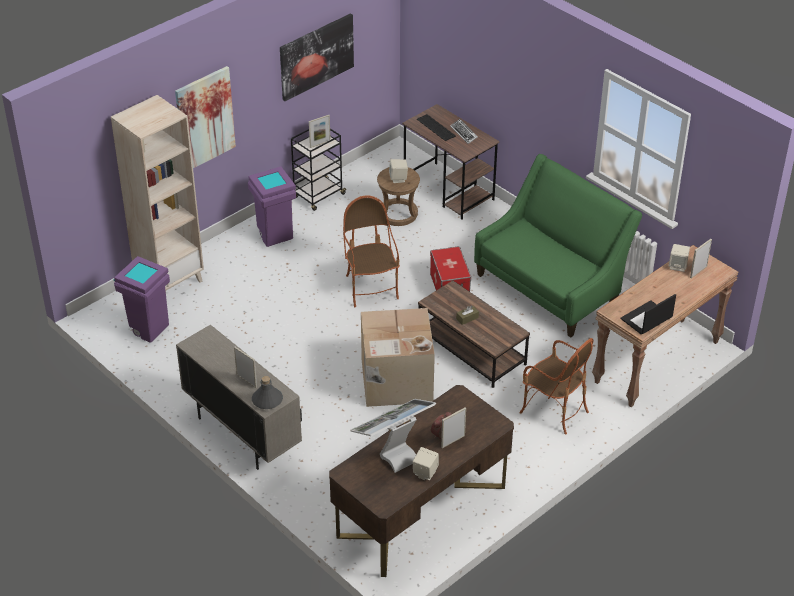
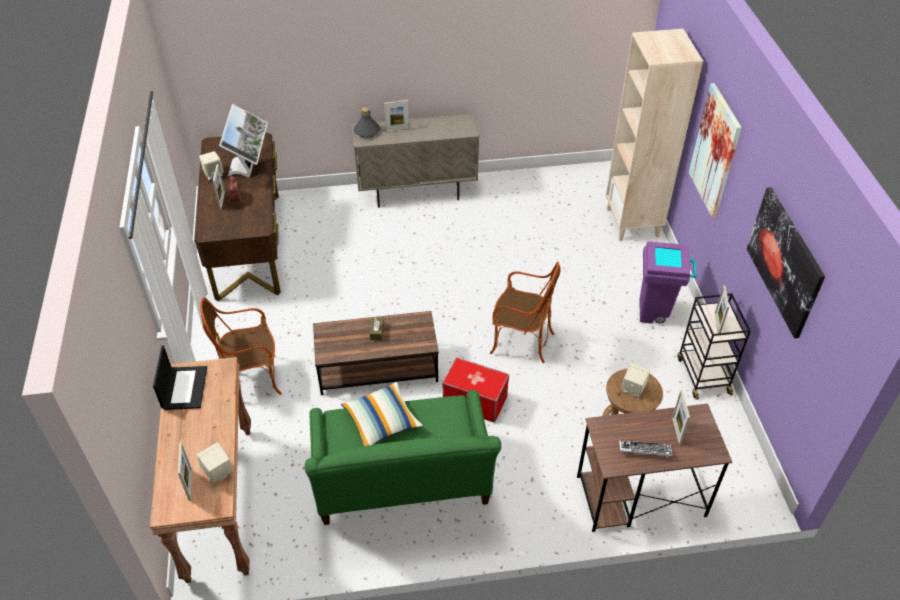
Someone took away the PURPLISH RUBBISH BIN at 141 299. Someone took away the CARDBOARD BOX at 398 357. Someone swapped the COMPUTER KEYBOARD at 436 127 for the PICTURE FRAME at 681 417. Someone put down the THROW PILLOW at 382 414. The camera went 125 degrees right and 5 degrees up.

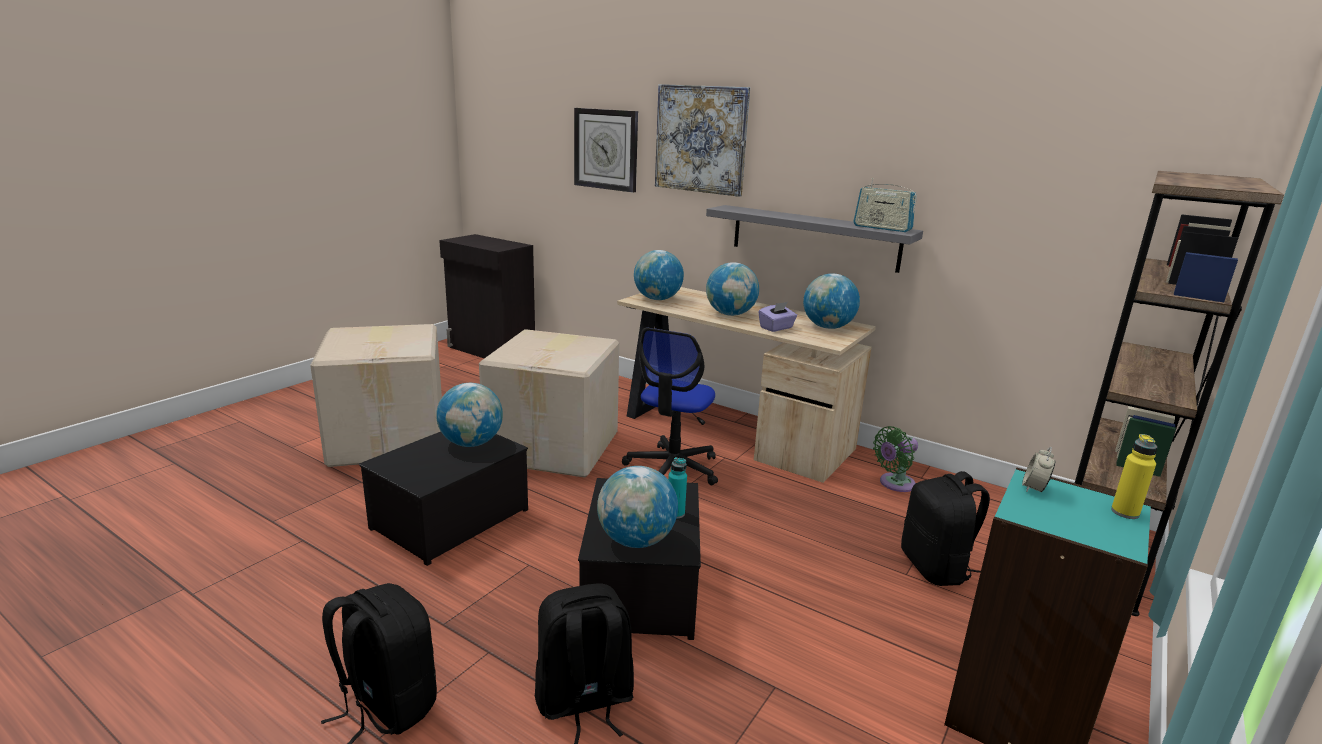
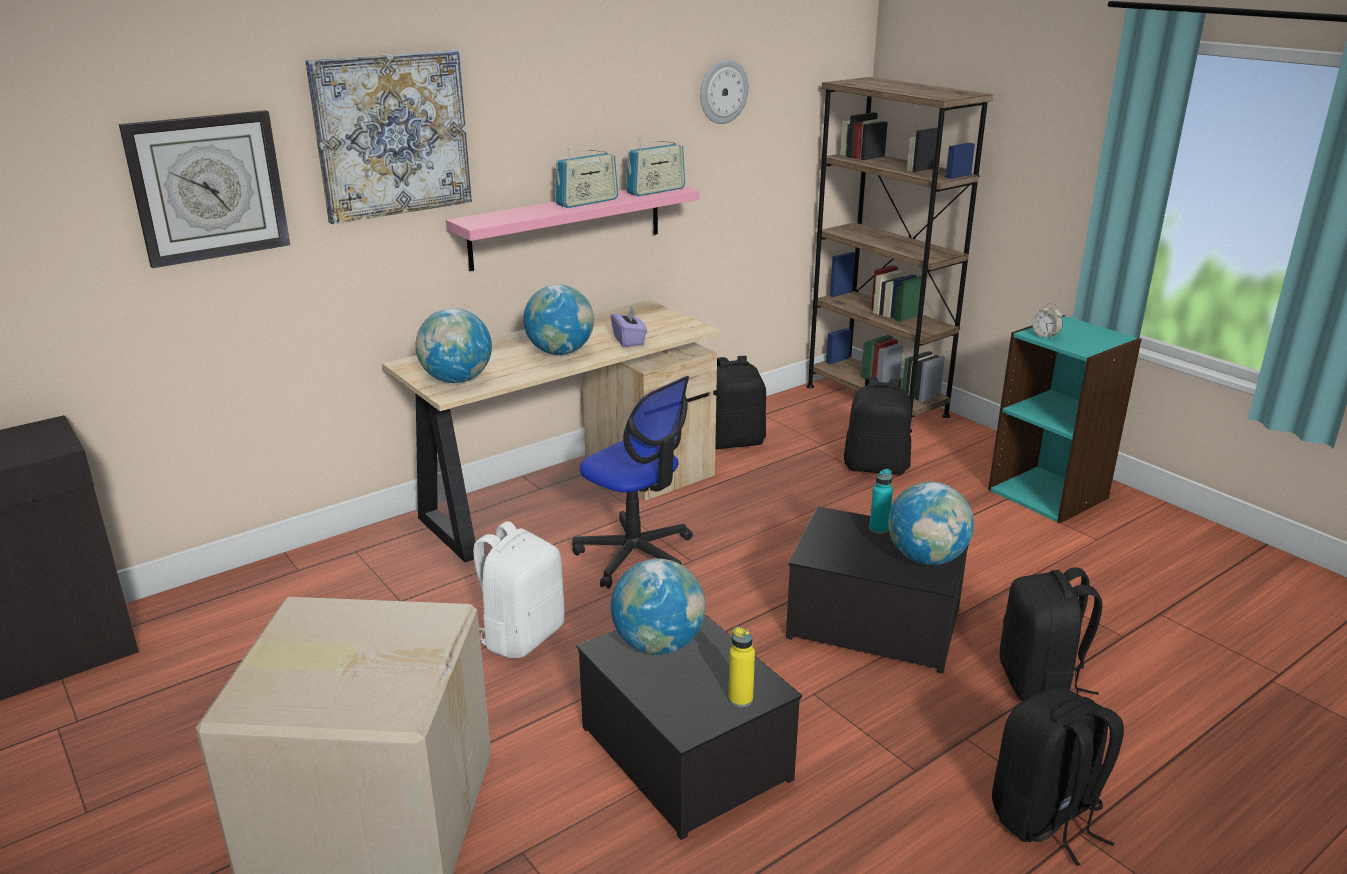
Someone swapped the CARDBOARD BOX at 549 403 for the WHITE KNAPSACK at 519 590. Someone repainted the GREYISH BRACKET SHELF at 814 239, which became the PINK BRACKET SHELF at 573 228. Someone took away the WORLD GLOBE at 831 301. Someone swapped the GREENISH FAN at 895 459 for the BLACK KNAPSACK at 739 402. Someone carried the YELLOWISH BEVERAGE BOTTLE from 1134 476 to 741 667. Someone put down the RADIO SET at 586 178. Someone put up the CLOCK ON THE WALL at 724 91. The camera went 70 degrees left and 5 degrees up.

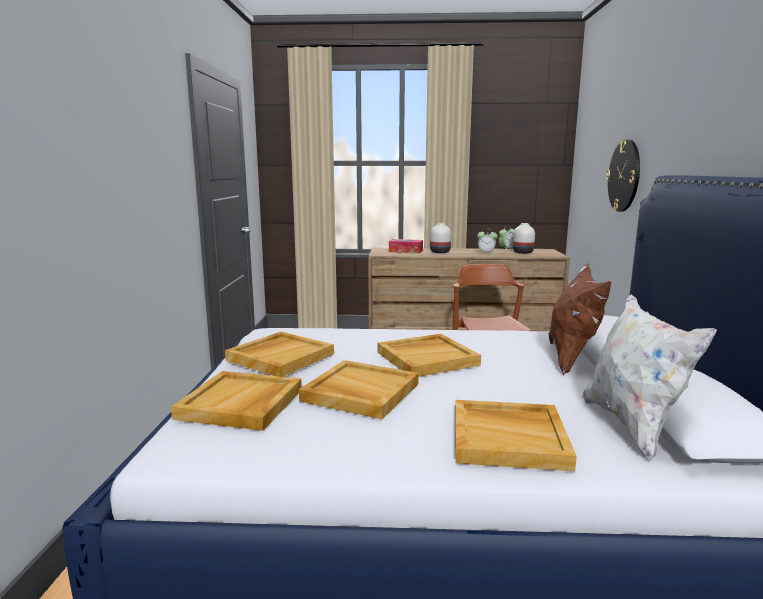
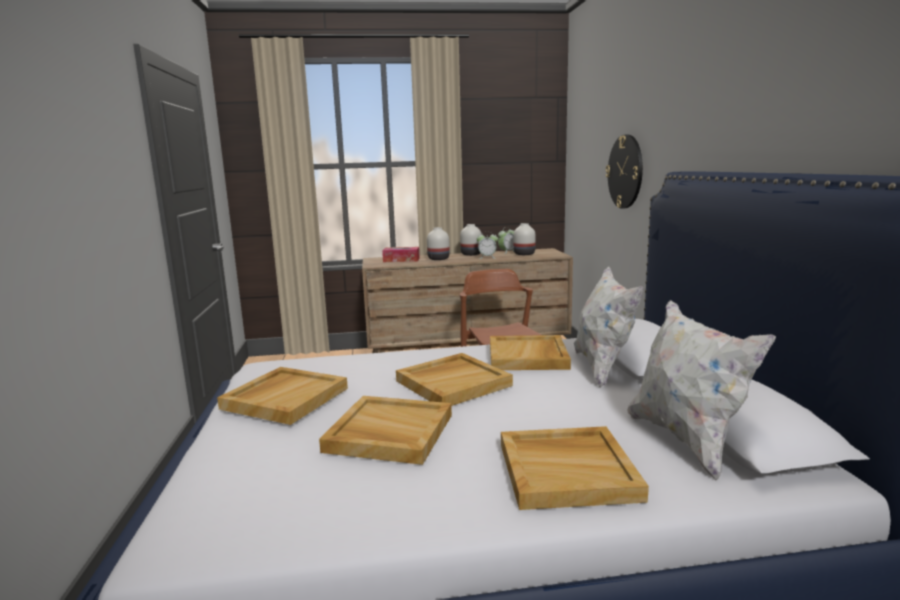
Someone carried the BEIGE SERVING TRAY from 236 401 to 530 352. Someone repainted the BROWN-COLOURED THROW PILLOW at 579 319, which became the WHITE THROW PILLOW at 608 327. Someone put down the WHITE DECORATIVE VASE at 471 240. The camera went 10 degrees left and 0 degrees up.

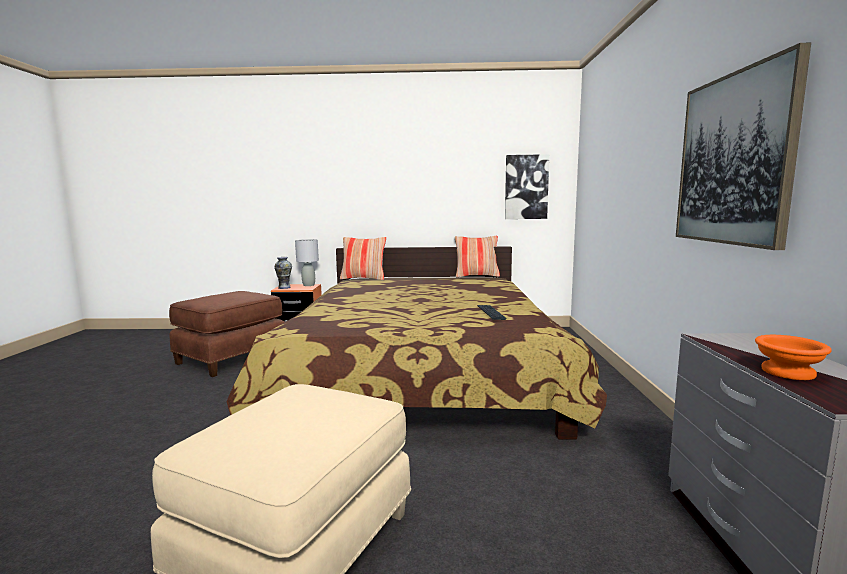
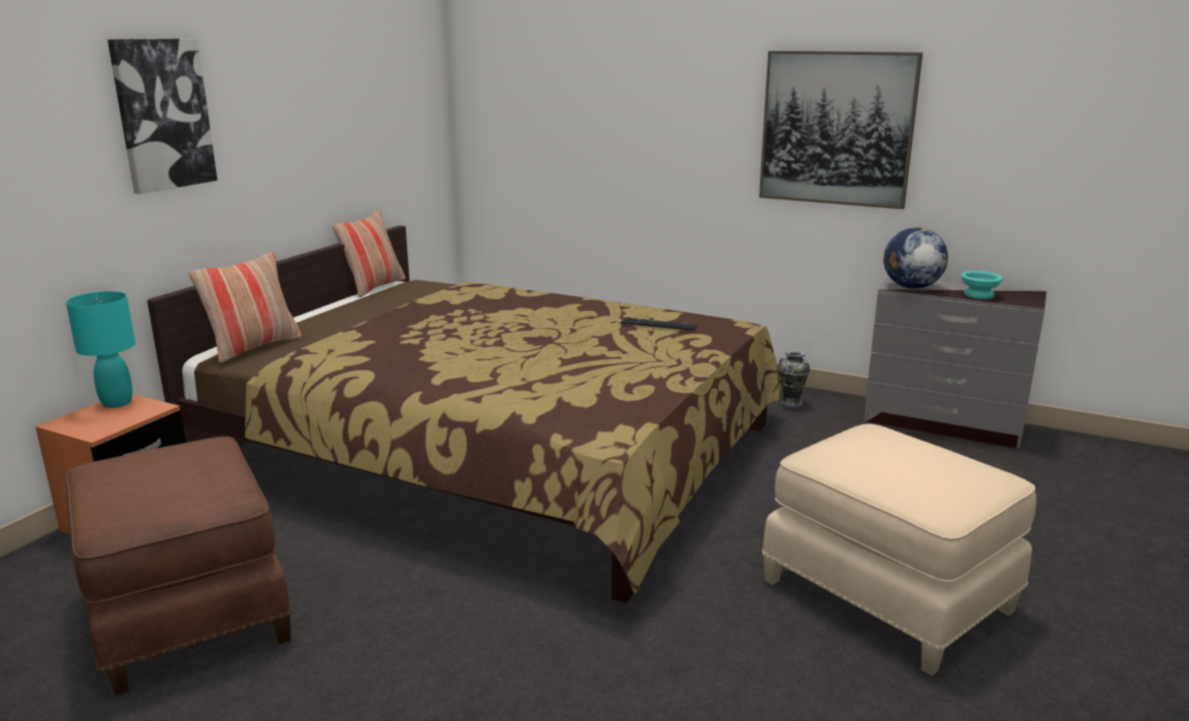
Someone carried the DECORATIVE VASE from 283 273 to 794 379. Someone repainted the GREYISH TABLETOP LAMP at 307 262, which became the TURQUOISE TABLETOP LAMP at 101 349. Someone carried the WALL ART from 527 186 to 162 116. Someone repainted the ORANGE-COLOURED SERVING BOWL at 793 357, which became the TURQUOISE SERVING BOWL at 982 285. Someone put down the WORLD GLOBE at 915 258. The camera went 65 degrees left and 10 degrees up.

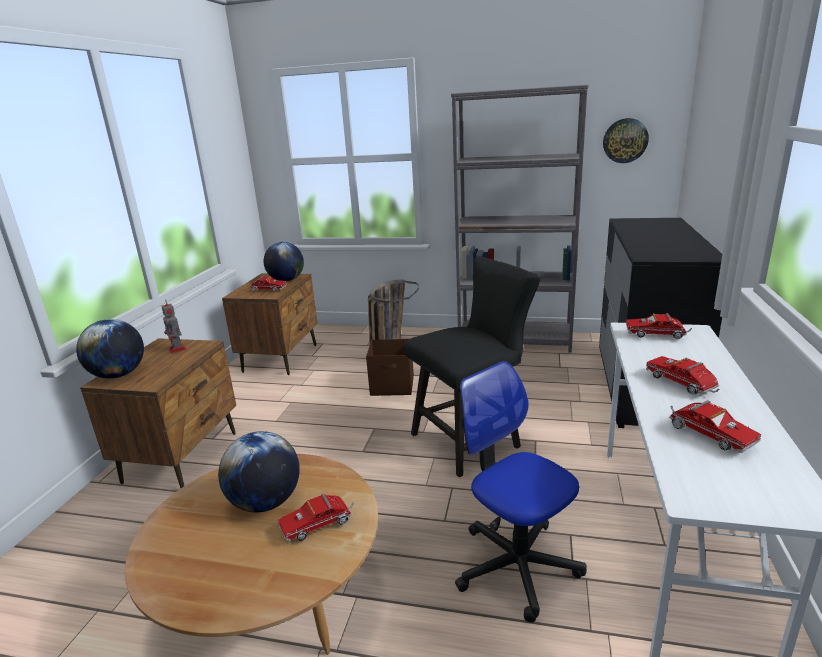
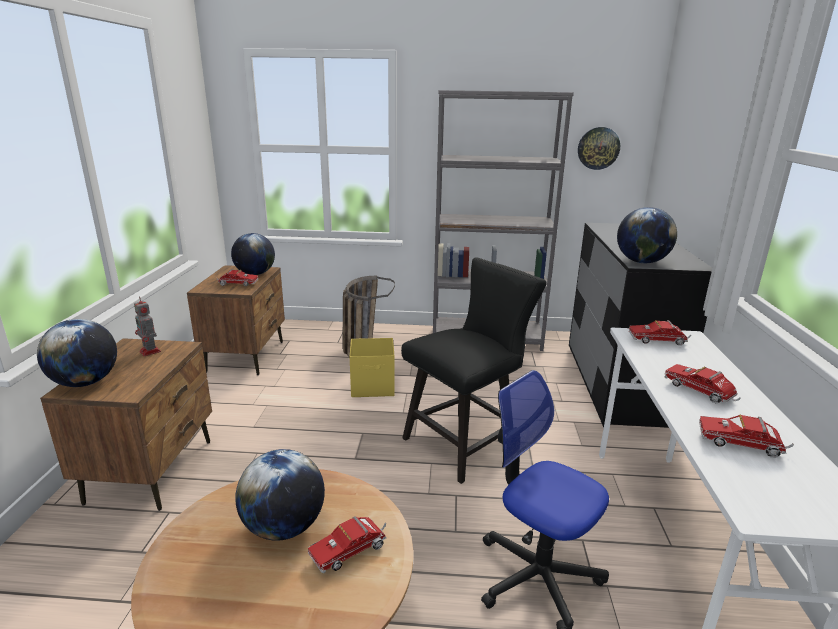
Someone repainted the BROWN-COLOURED STORAGE CONTAINER at 390 367, which became the YELLOWISH STORAGE CONTAINER at 372 367. Someone rotated the MODEL TRUCK at 715 426 by 150 degrees clockwise. Someone put down the WORLD GLOBE at 647 235. The camera went 10 degrees left and 0 degrees up.

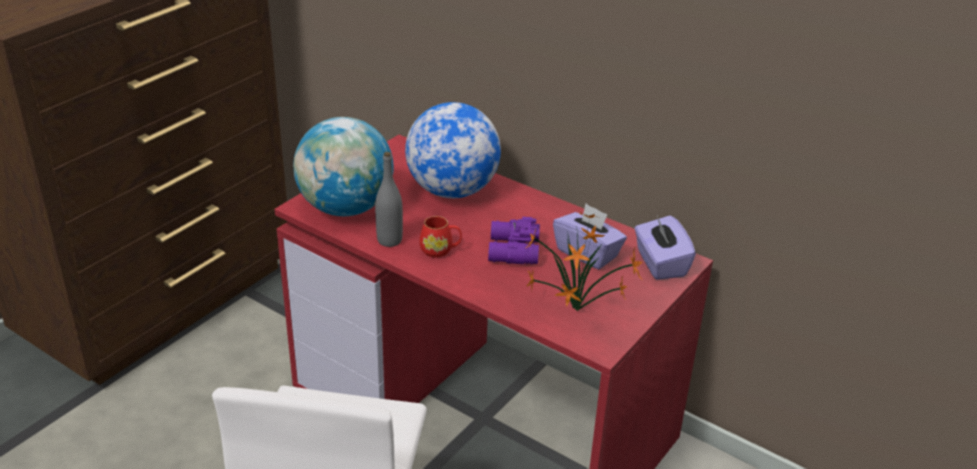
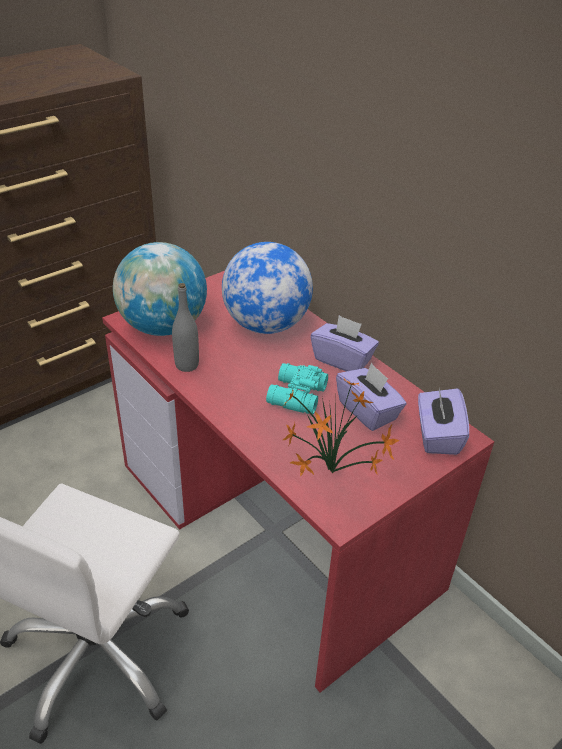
Someone took away the RED-COLOURED TEA MUG at 440 237. Someone repainted the PURPLISH PAIR OF BINOCULARS at 514 241, which became the TURQUOISE PAIR OF BINOCULARS at 297 388. Someone put down the PURPLISH TISSUE BOX at 345 343. The camera went 15 degrees right and 5 degrees up.

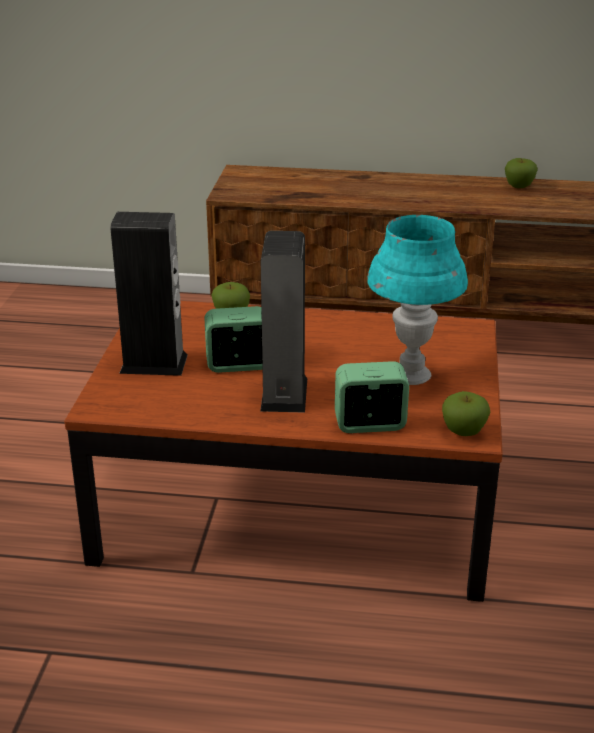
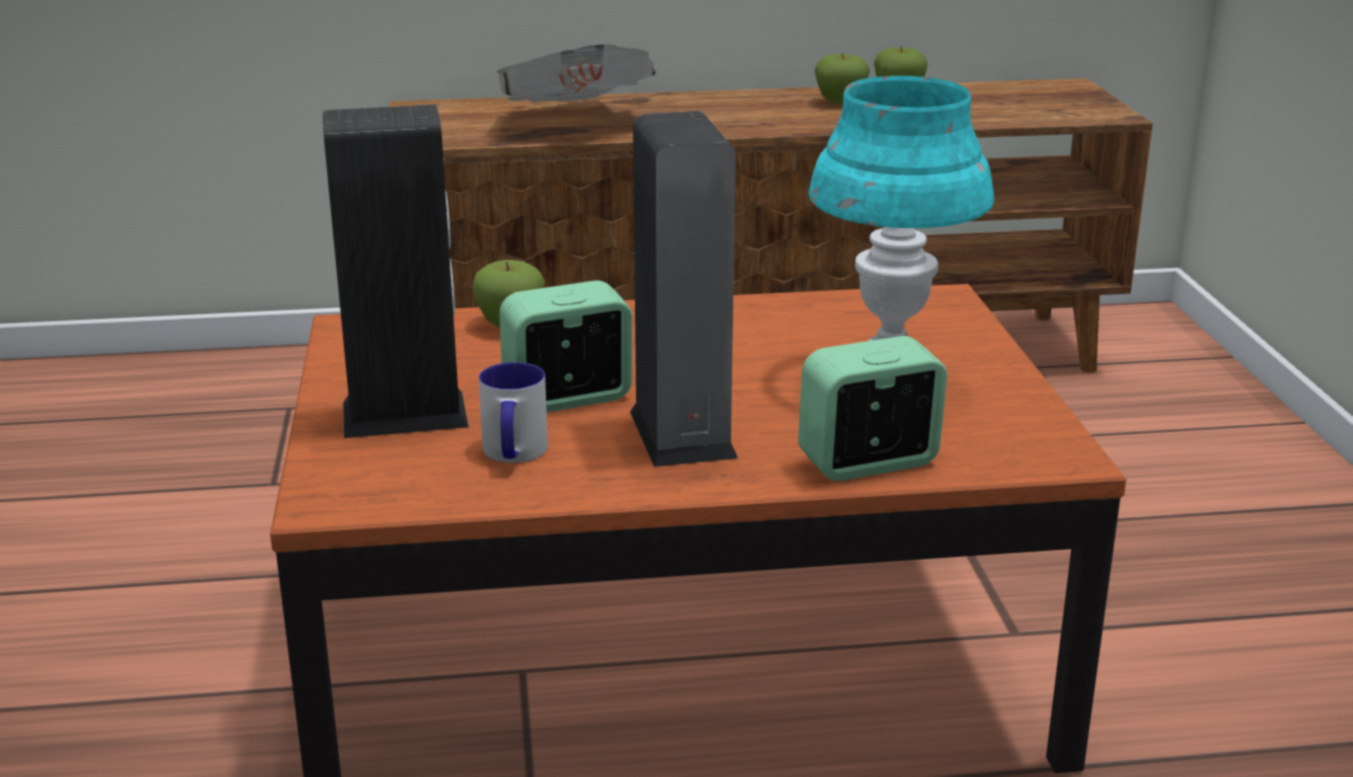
Someone carried the APPLE FRUIT from 466 413 to 842 78. Someone put down the TEA MUG at 513 412. Someone put down the NEWSPAPER at 577 73. The camera went 15 degrees left and 5 degrees down.

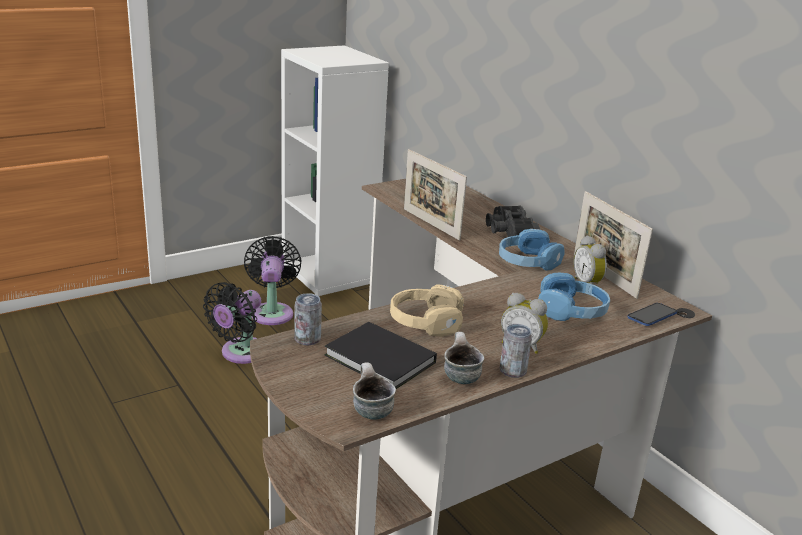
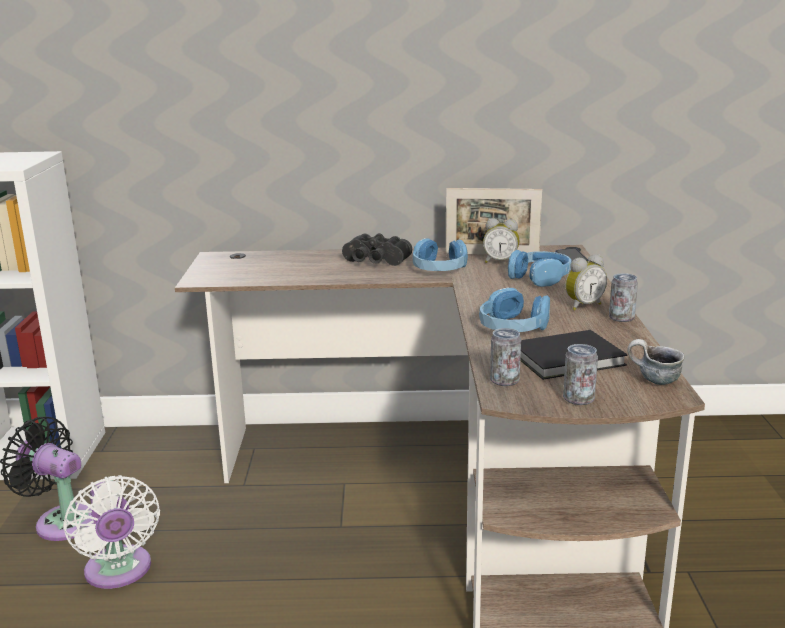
Someone repainted the BLACK FAN at 232 323, which became the WHITE FAN at 111 532. Someone repainted the BEIGE HEADPHONES at 427 310, which became the BLUISH HEADPHONES at 514 310. Someone took away the PICTURE FRAME at 435 195. Someone took away the TEA MUG at 464 358. Someone put down the METAL CAN at 580 374. The camera went 55 degrees left and 5 degrees down.

